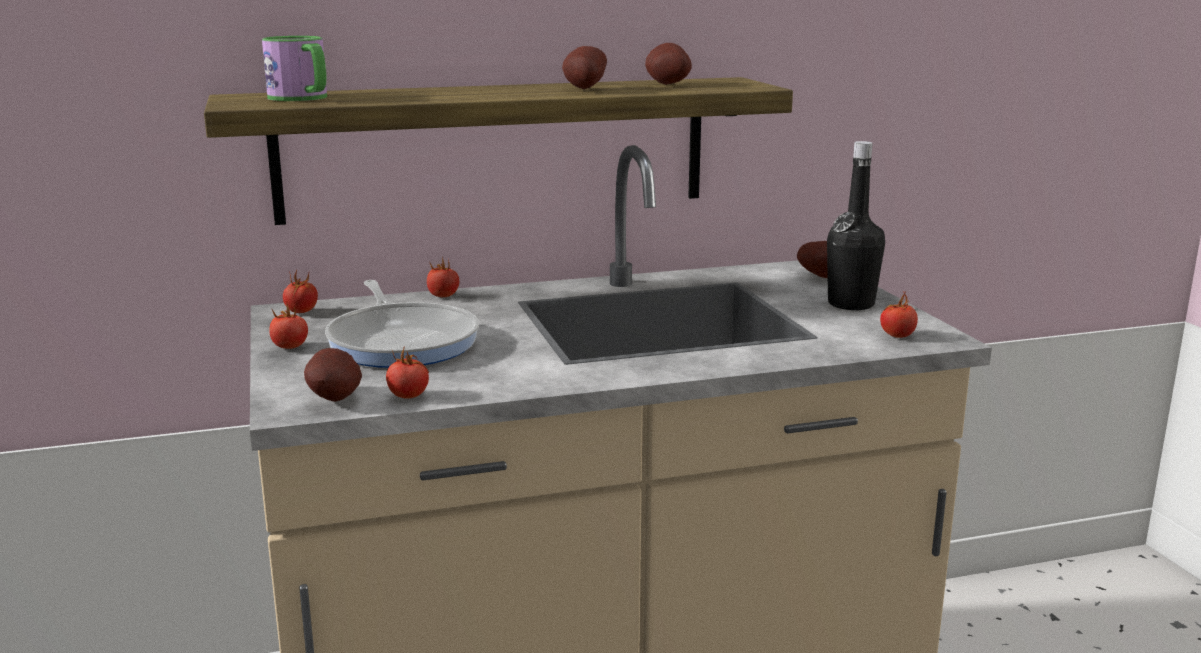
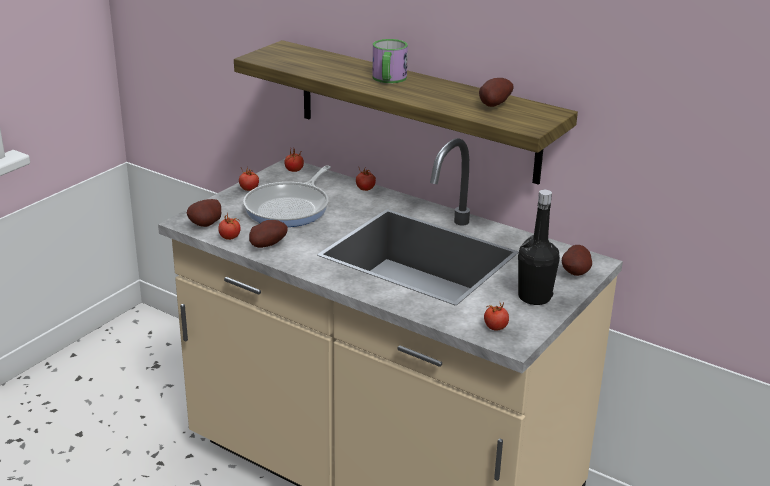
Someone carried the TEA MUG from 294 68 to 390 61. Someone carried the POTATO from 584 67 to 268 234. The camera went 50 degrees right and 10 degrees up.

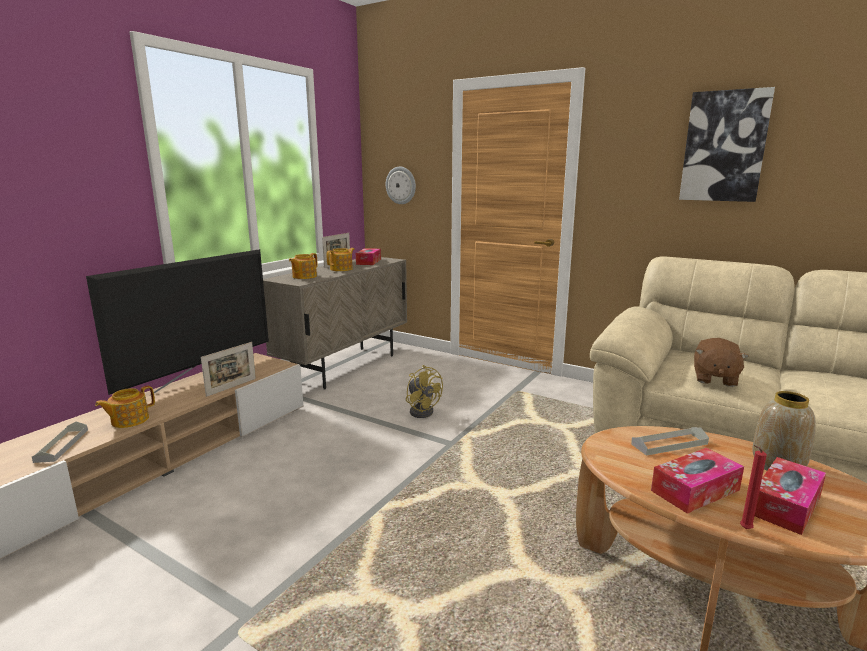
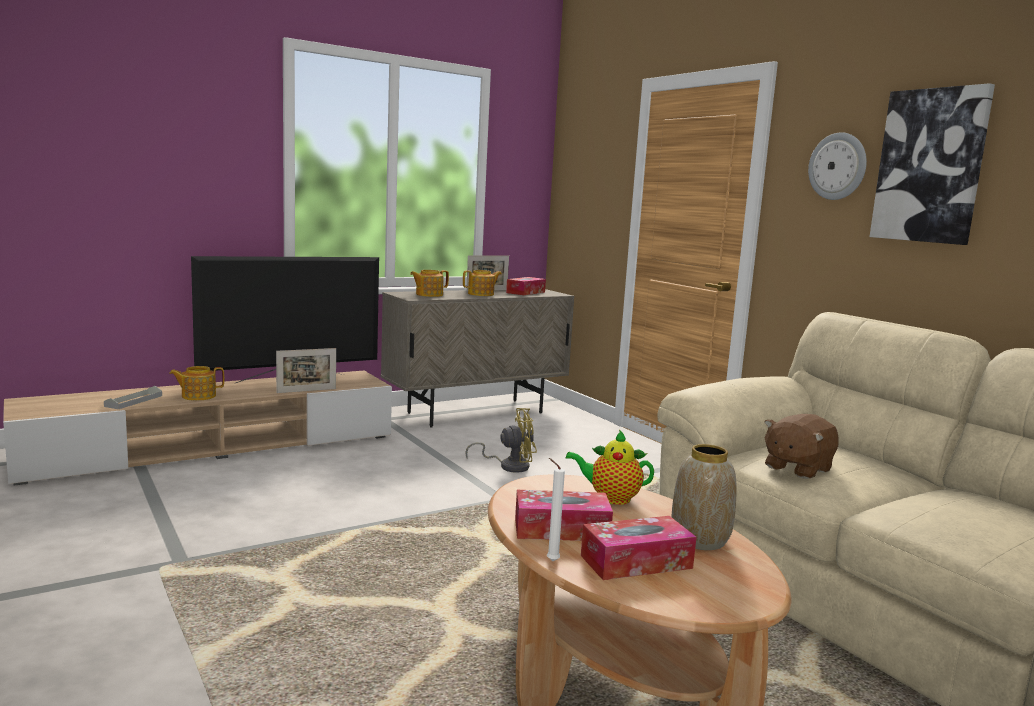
Someone carried the CLOCK ON THE WALL from 401 185 to 837 166. Someone rotated the YELLOWISH FAN at 424 391 by 90 degrees counterclockwise. Someone swapped the GREYISH SERVING TRAY at 670 441 for the TEA POT at 610 467. Someone repainted the RED-COLOURED CANDLE at 753 487, which became the WHITE CANDLE at 556 509. The camera went 25 degrees right and 5 degrees down.

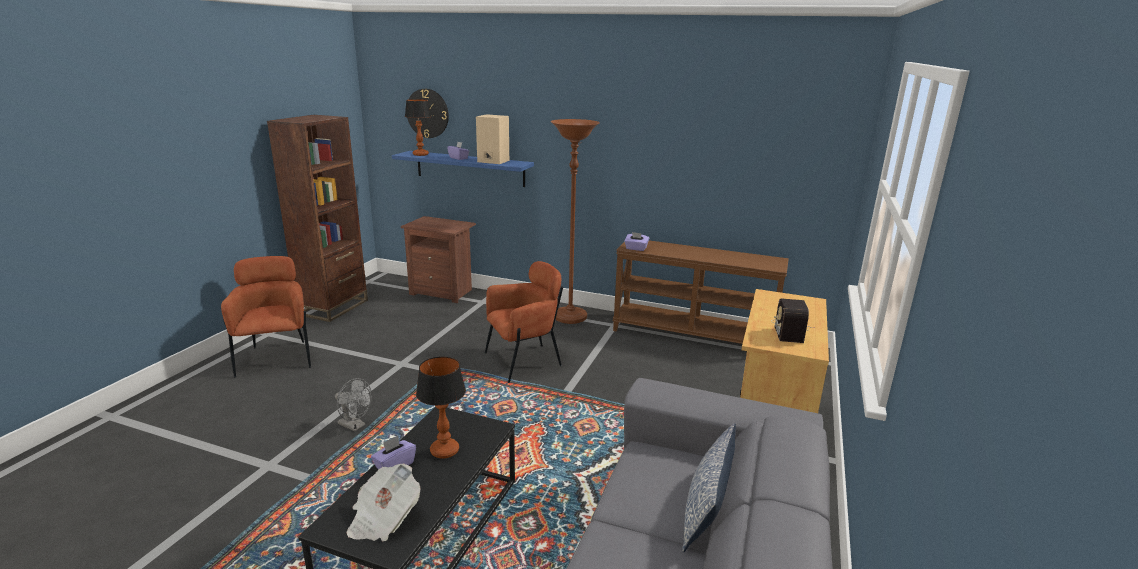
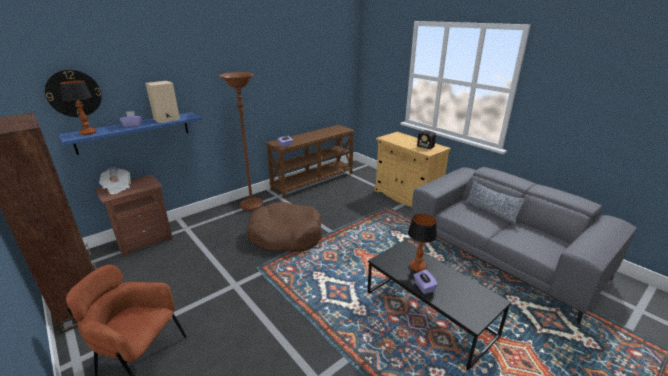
Someone took away the GREYISH FAN at 353 404. Someone carried the NEWSPAPER from 383 502 to 115 180. Someone swapped the BROWN-COLOURED ARMCHAIR at 524 322 for the BROWN-COLOURED DOG CUSHION at 284 227. The camera went 60 degrees left and 5 degrees up.

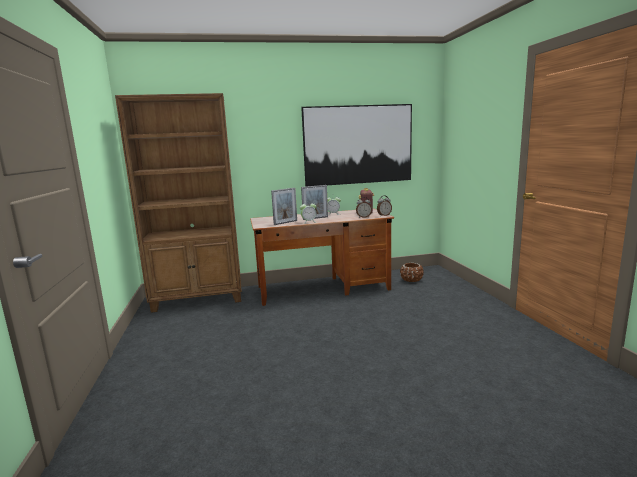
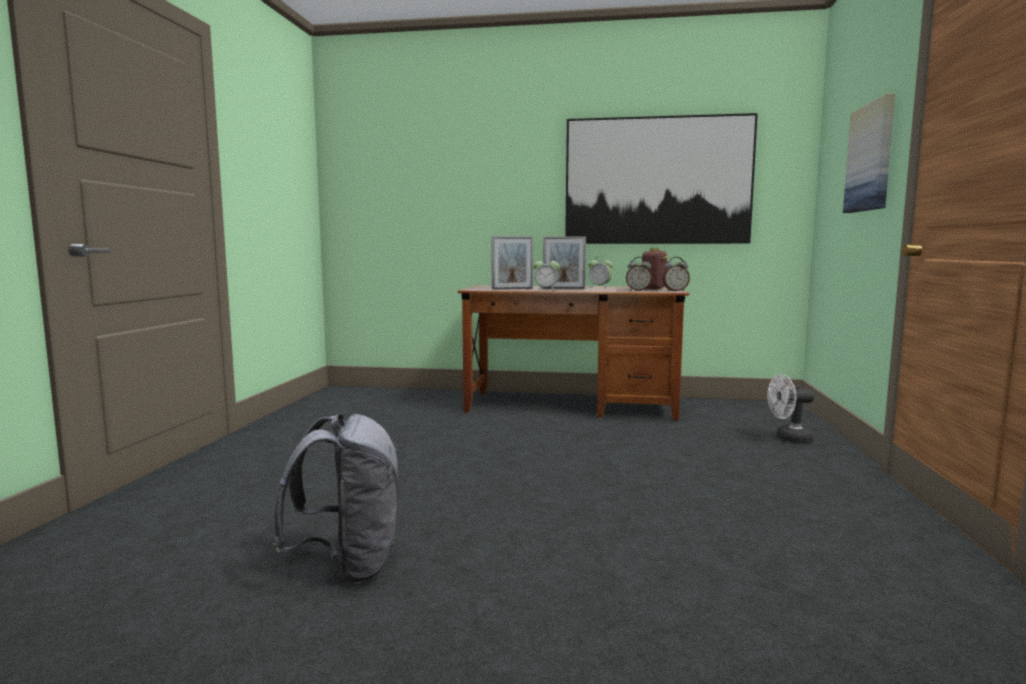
Someone took away the BROWN-COLOURED BOOKCASE at 178 203. Someone took away the BROWN-COLOURED PLANT POT at 412 272. Someone put down the GREYISH KNAPSACK at 335 498. Someone put down the WHITE FAN at 790 408. Someone put up the WALL ART at 869 153. The camera went 20 degrees right and 5 degrees down.

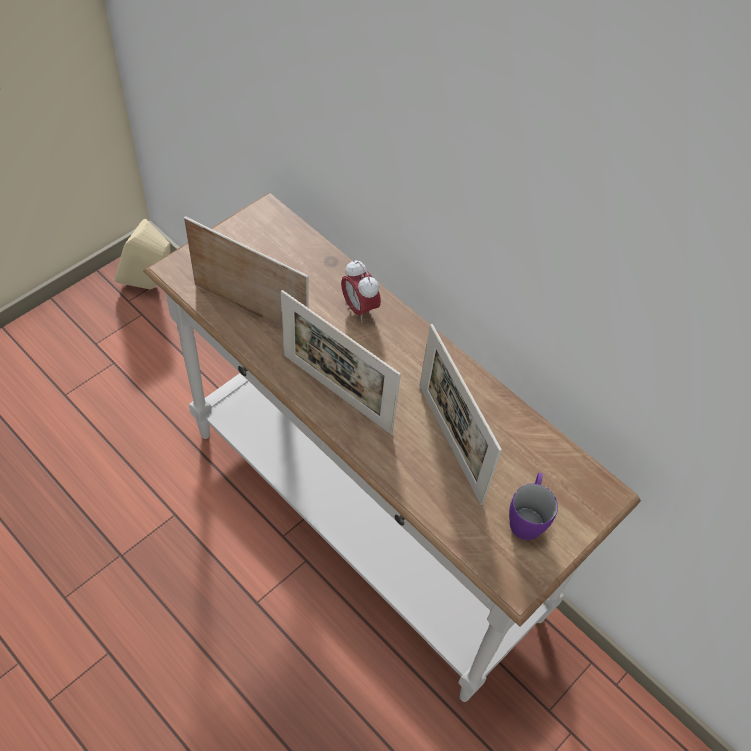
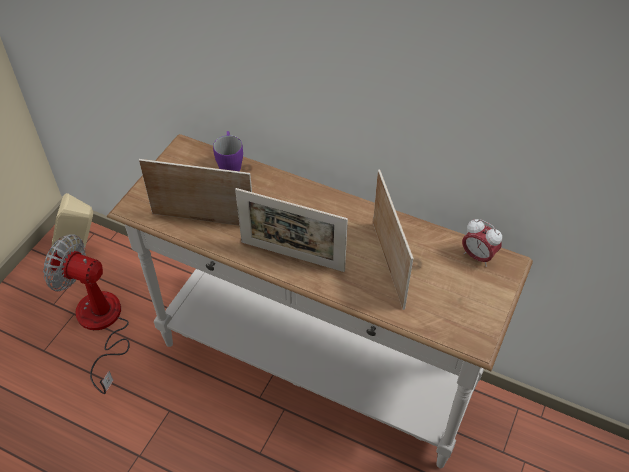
Someone carried the TABLE CLOCK from 361 290 to 482 243. Someone rotated the PICTURE FRAME at 461 414 by 150 degrees counterclockwise. Someone carried the PURPLISH TEA MUG from 533 506 to 228 151. Someone put down the FAN at 86 314. The camera went 15 degrees left and 5 degrees down.

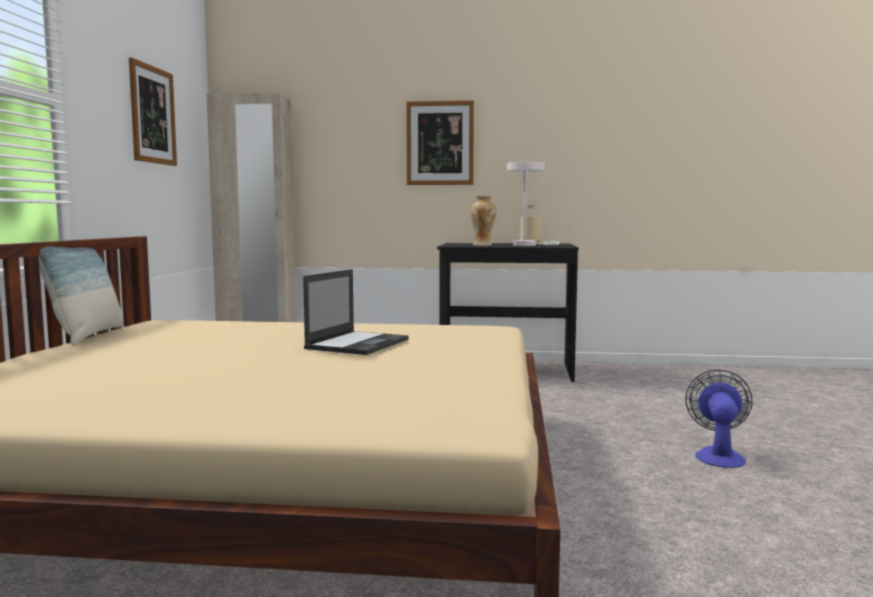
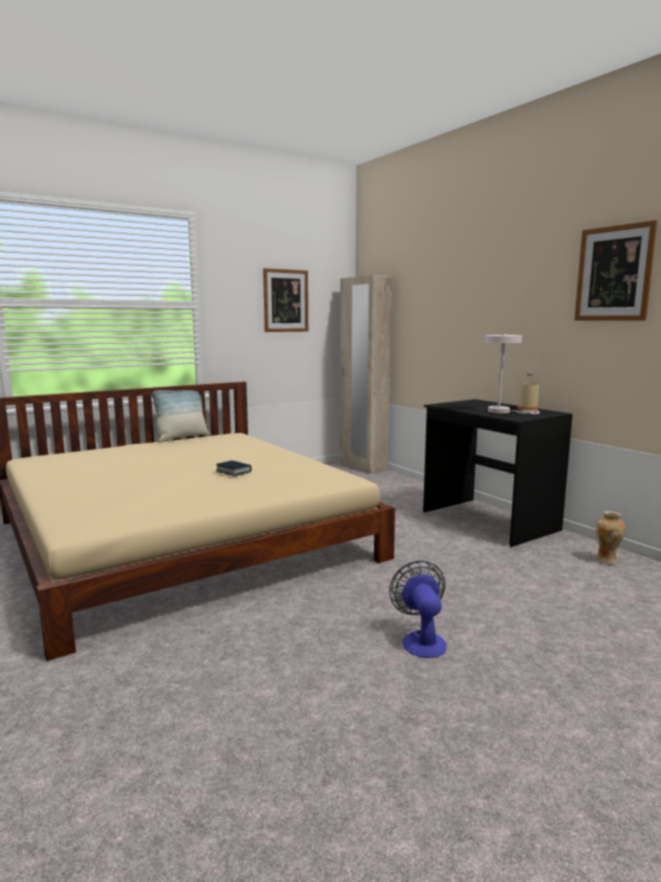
Someone swapped the PORTABLE COMPUTER at 356 312 for the VOLUME at 234 468. Someone carried the WALL ART from 440 142 to 615 270. Someone carried the DECORATIVE VASE from 483 221 to 611 538. Someone rotated the FAN at 719 419 by 75 degrees counterclockwise. The camera went 50 degrees right and 5 degrees up.

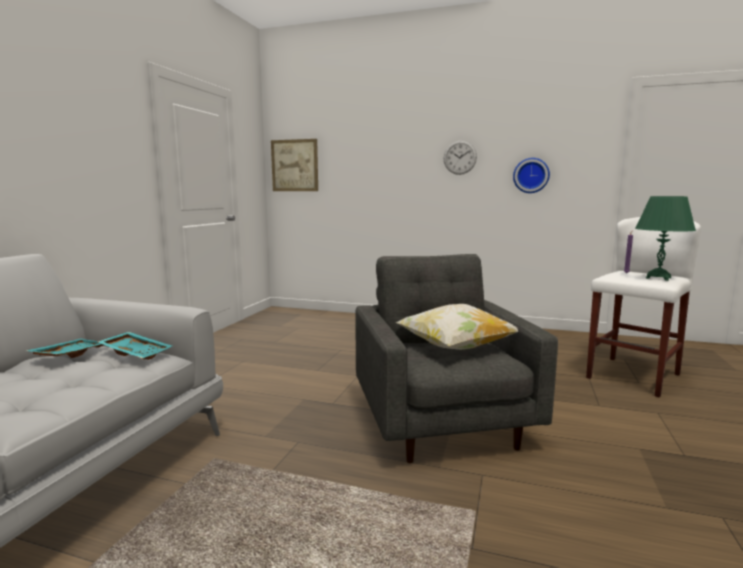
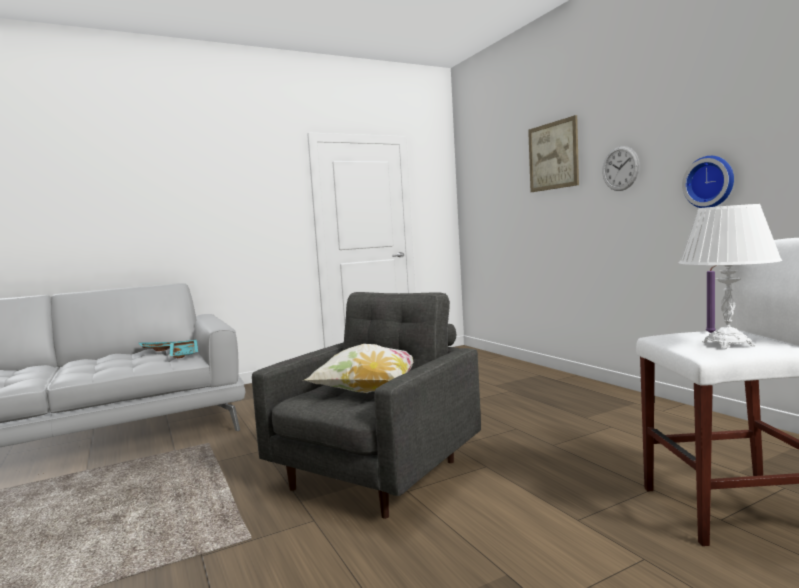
Someone carried the WALL ART from 294 165 to 553 153. Someone repainted the GREENISH TABLETOP LAMP at 665 238, which became the WHITE TABLETOP LAMP at 730 276. The camera went 45 degrees right and 5 degrees down.

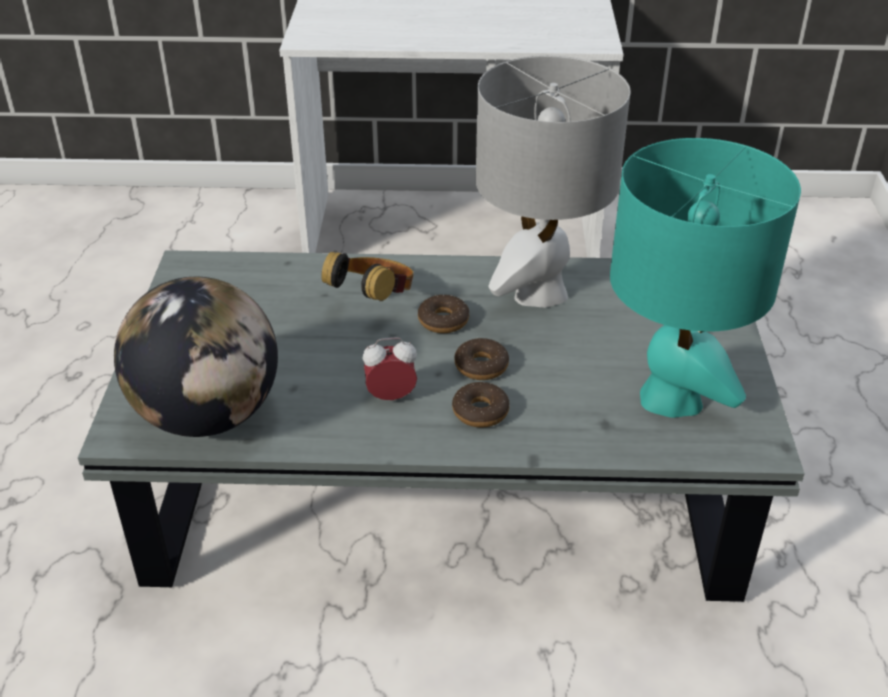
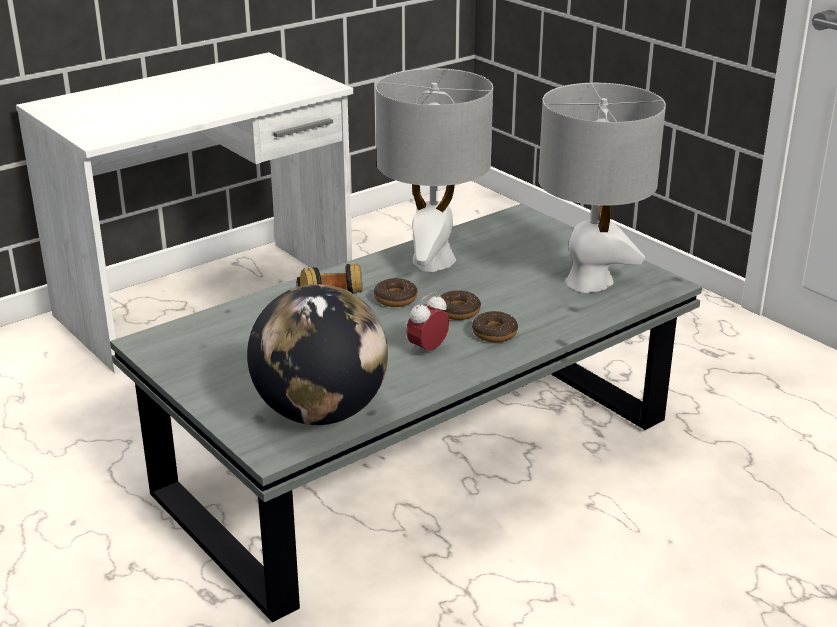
Someone repainted the TURQUOISE TABLETOP LAMP at 705 278, which became the GREYISH TABLETOP LAMP at 602 188. The camera went 40 degrees left and 10 degrees down.

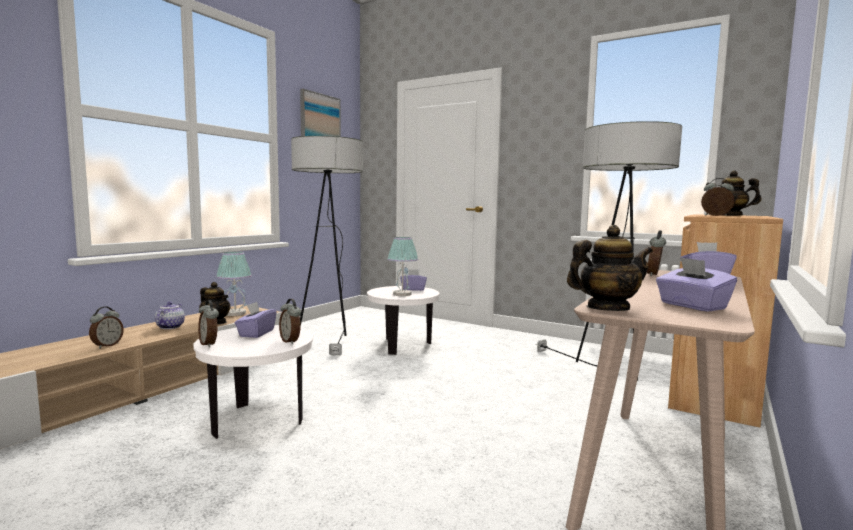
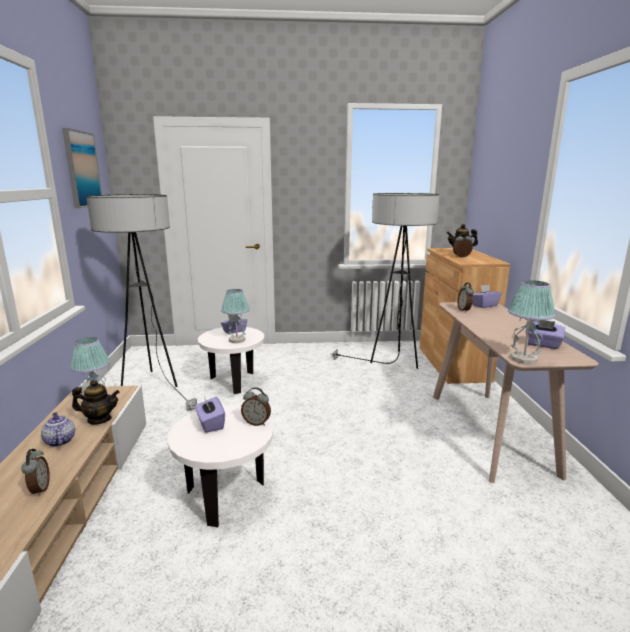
Someone took away the TABLE CLOCK at 208 323. Someone swapped the TEA POT at 610 268 for the TABLETOP LAMP at 532 322. The camera went 35 degrees left and 10 degrees up.

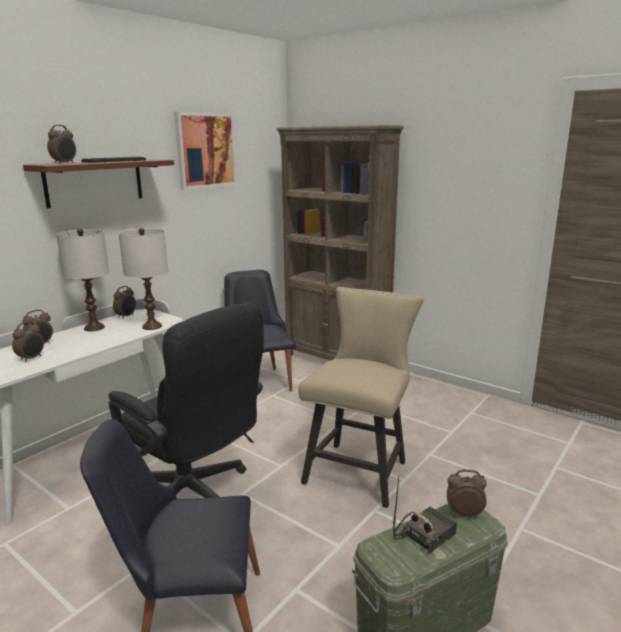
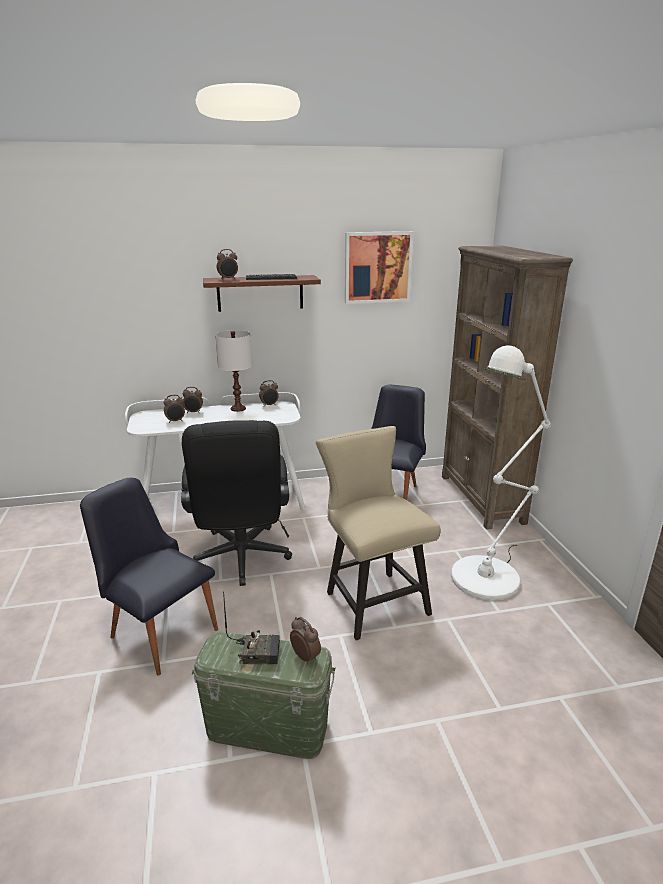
Someone took away the WHITE TABLETOP LAMP at 143 279. Someone rotated the BEIGE CHAIR at 361 397 by 90 degrees counterclockwise. Someone put down the WHITE FLOOR LAMP at 501 473. The camera went 40 degrees right and 5 degrees up.

